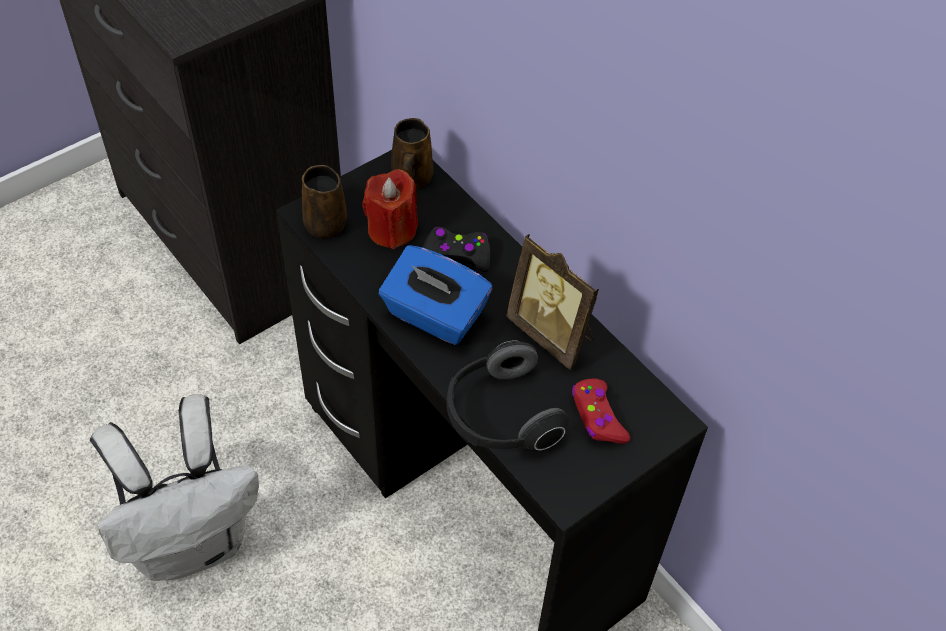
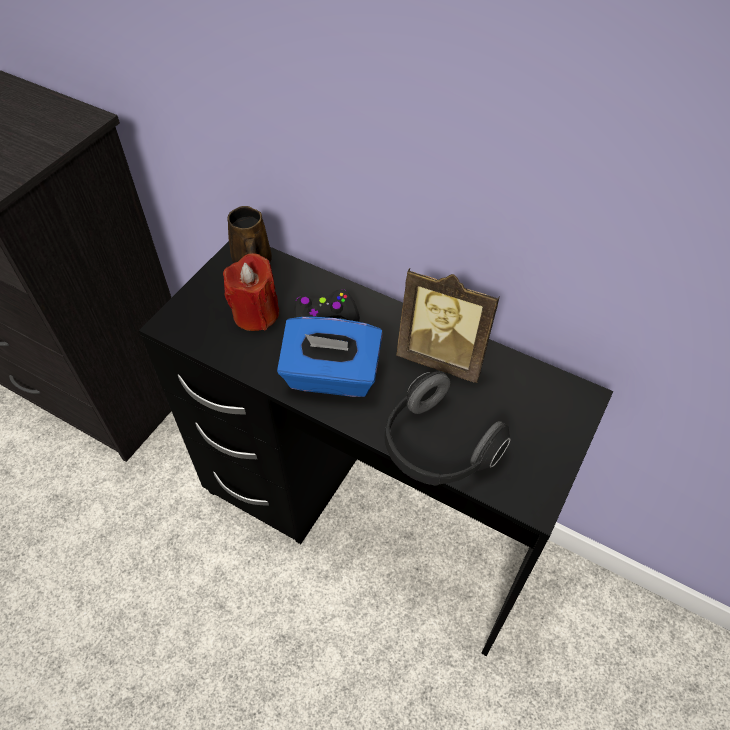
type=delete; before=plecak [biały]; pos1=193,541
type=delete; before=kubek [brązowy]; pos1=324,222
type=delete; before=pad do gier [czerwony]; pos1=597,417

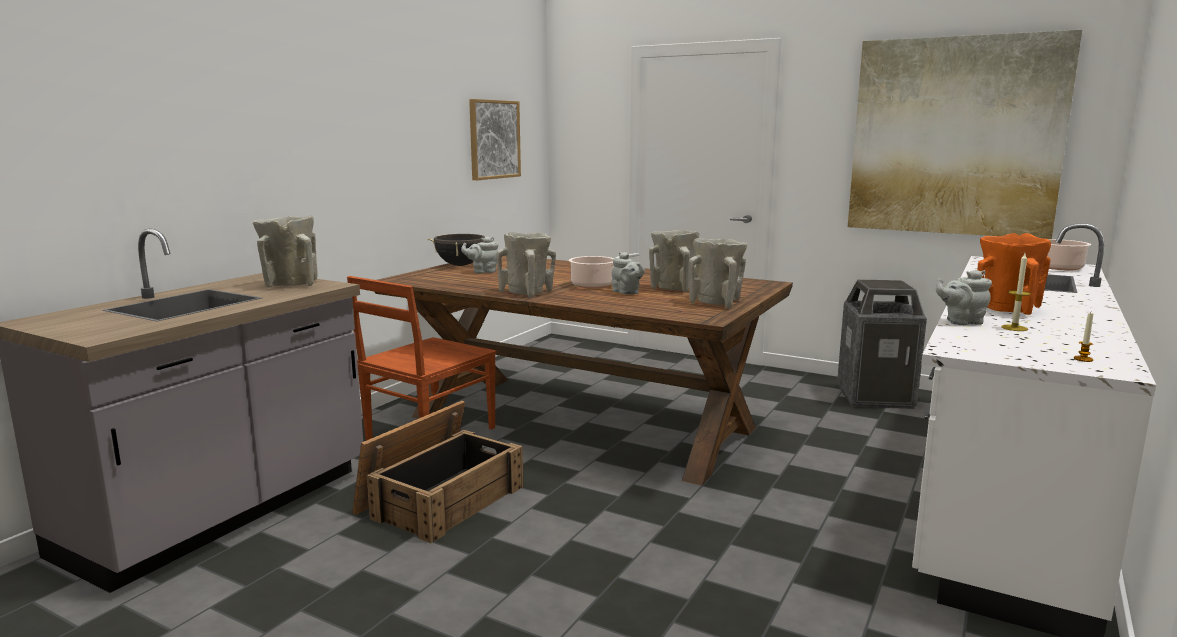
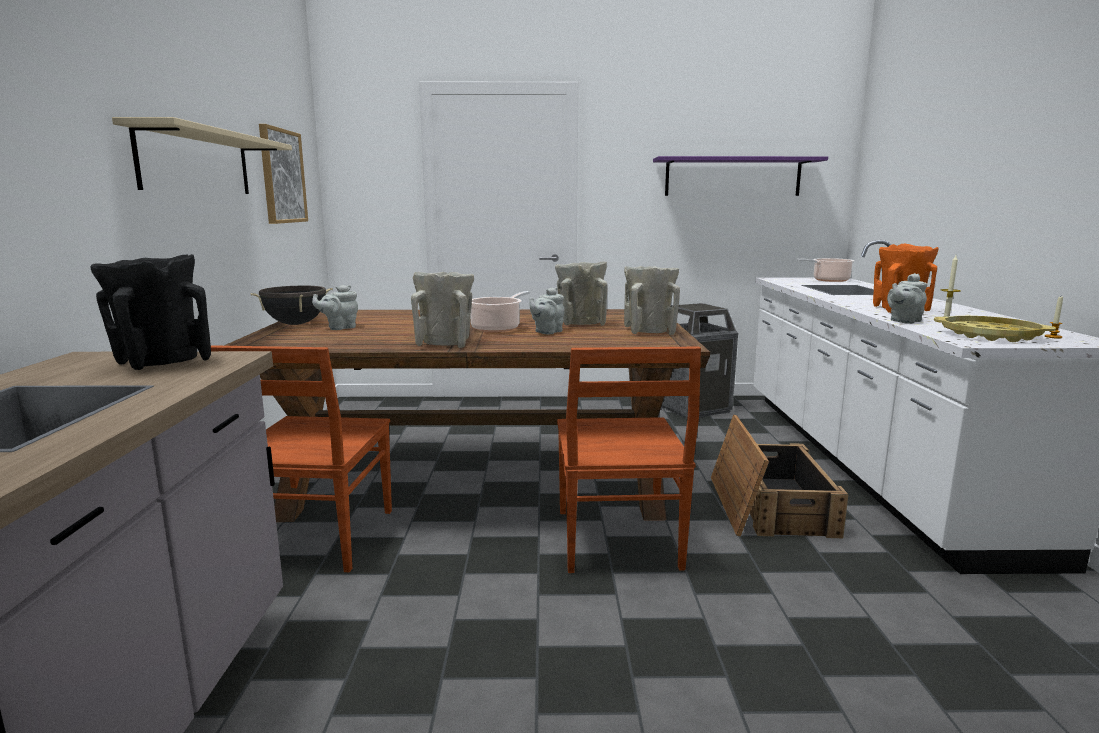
type=recolor; before=wazon [beżowy]; after=wazon [czarny]; pos1=290,284; pos2=161,363
type=insert; after=półka [beżowy]; pos2=197,163
type=rotate; before=imbryk [szary]; pos1=627,292; pos2=547,332; turn=105
type=insert; after=krzesło [brązowy]; pos2=617,540
type=replace; before=obraz; after=półka [fioletowy]; pos1=955,137; pos2=732,177
type=move; before=skrzynka; pos1=440,499; pos2=768,505
type=insert; after=taca [żółty]; pos2=990,335

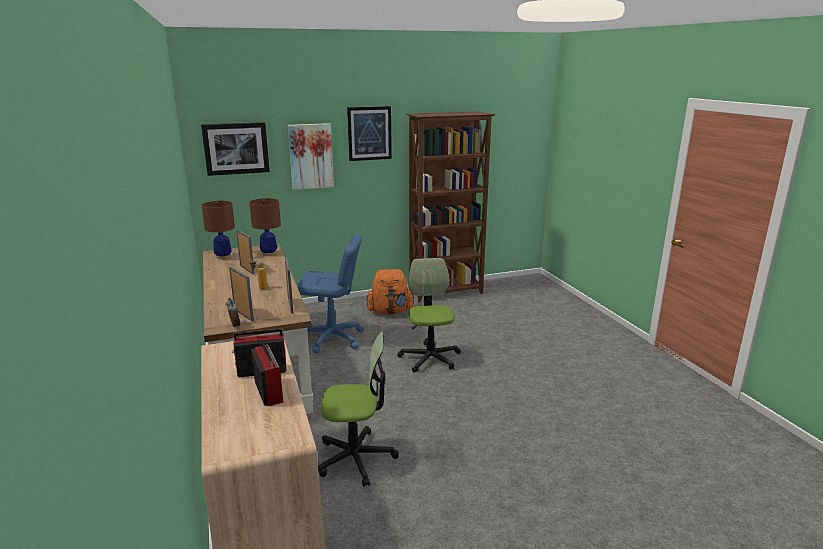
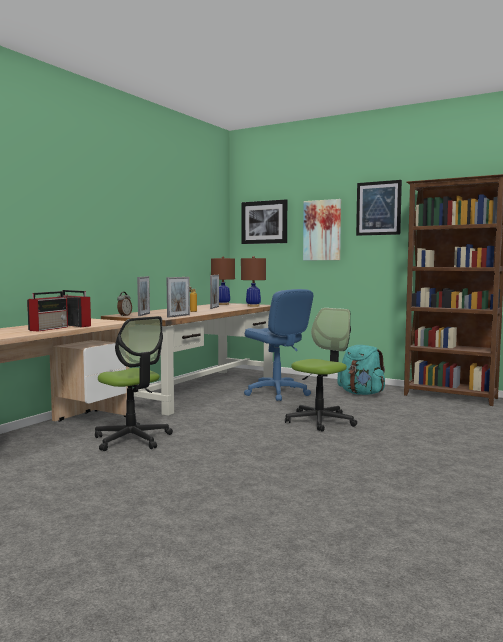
type=recolor; before=plecak [pomarańczowy]; after=plecak [turkusowy]; pos1=390,312; pos2=361,393

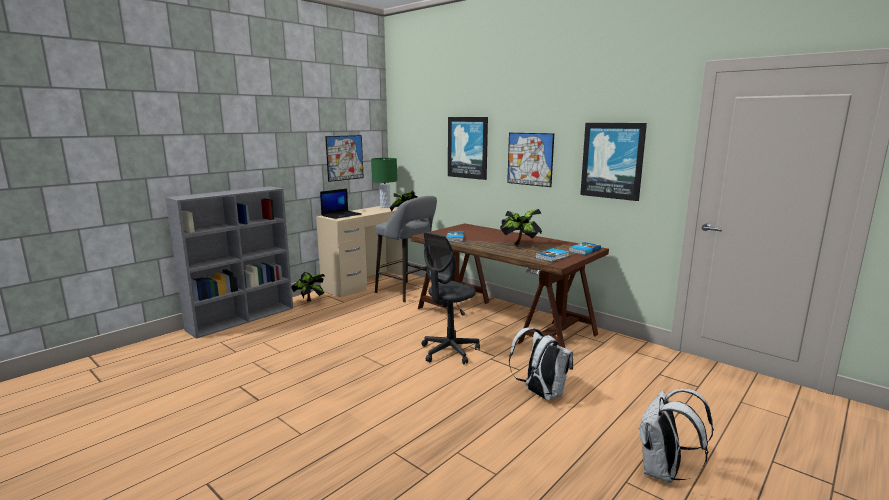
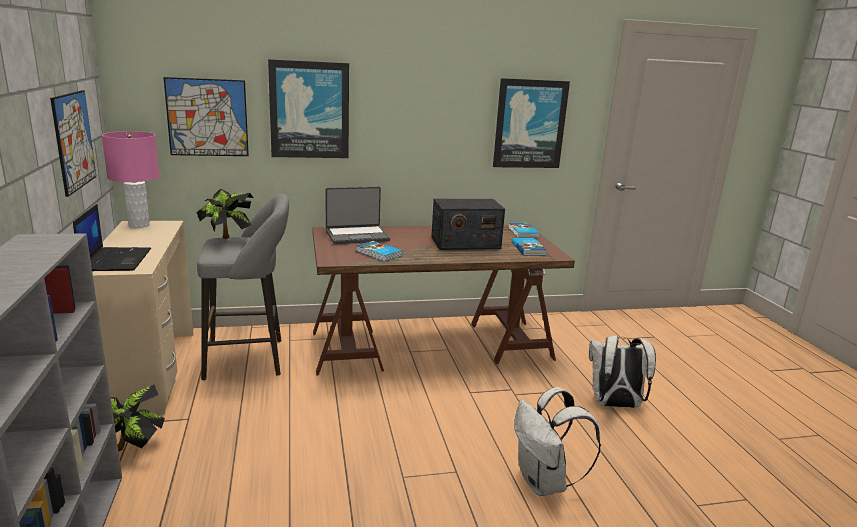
type=recolor; before=lampa stołowa [zielony]; after=lampa stołowa [różowy]; pos1=385,207; pos2=139,225
type=move; before=obraz; pos1=530,159; pos2=207,117
type=insert; after=laptop; pos2=357,236
type=replace; before=roślina doniczkowa; after=radio; pos1=520,245; pos2=465,243
type=move; before=plecak [biały]; pos1=663,472; pos2=545,483
type=delete; before=krzesło biurowe [szary]; pos1=449,351

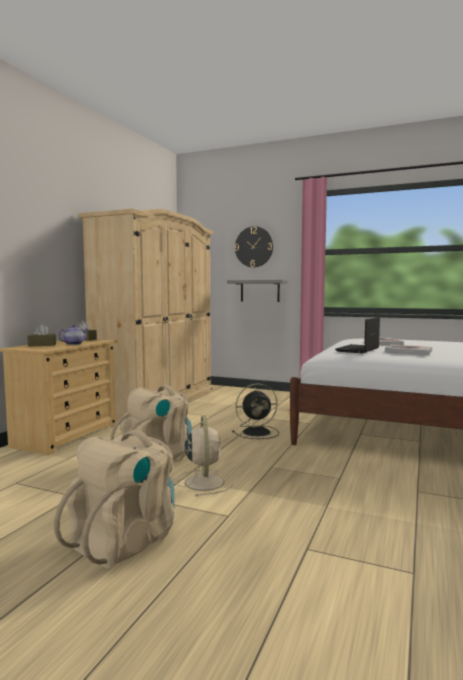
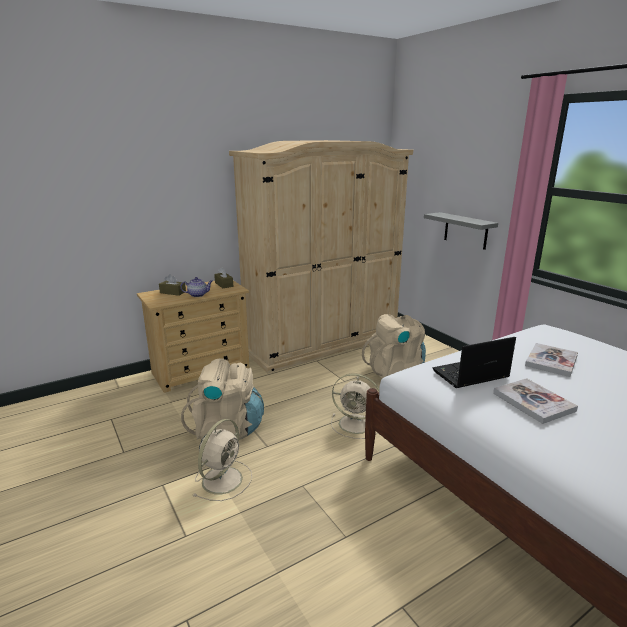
type=recolor; before=wentylator [czarny]; after=wentylator [beżowy]; pos1=257,432; pos2=357,424
type=move; before=plecak [beżowy]; pos1=125,541; pos2=395,369
type=delete; before=zegar ścienny; pos1=254,247

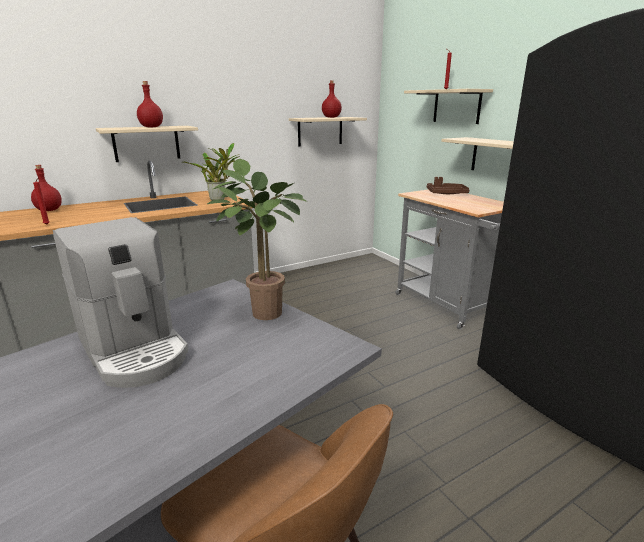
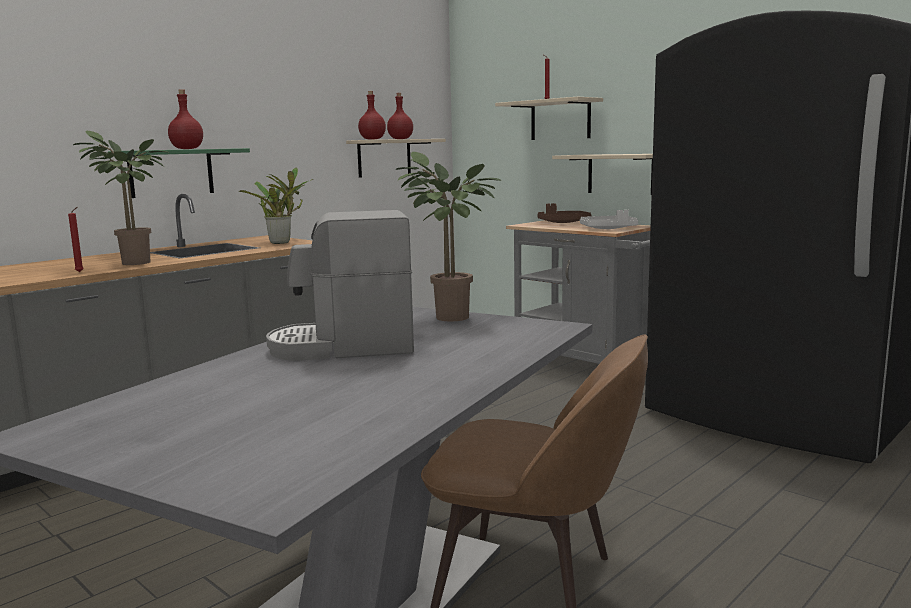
type=insert; after=roślina doniczkowa; pos2=131,263
type=recolor; before=półka [beżowy]; after=półka [zielony]; pos1=146,143; pos2=171,172
type=rotate; before=ekspres do kawy; pos1=134,349; pos2=343,347; turn=135
type=move; before=butelka [czerwony]; pos1=49,210; pos2=372,139
type=insert; after=taca [szary]; pos2=608,229

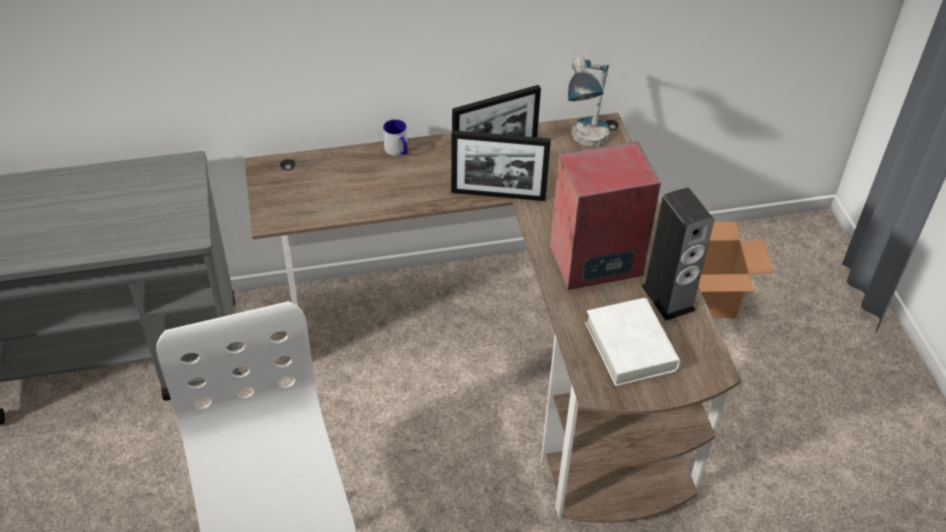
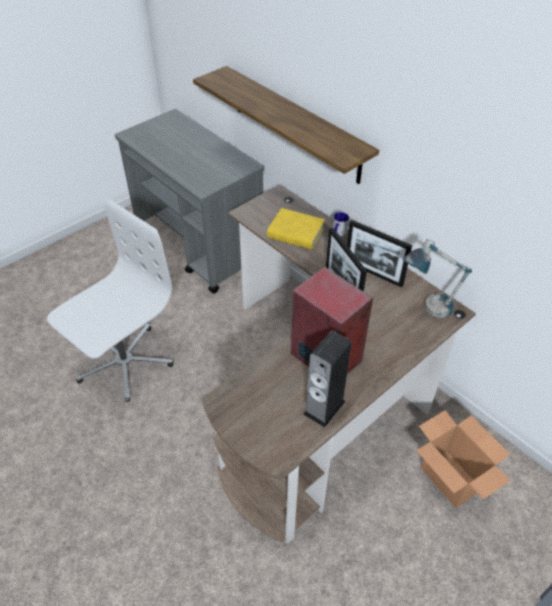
type=insert; after=półka; pos2=295,124
type=insert; after=książka [żółty]; pos2=295,233
type=delete; before=książka [biały]; pos1=630,347

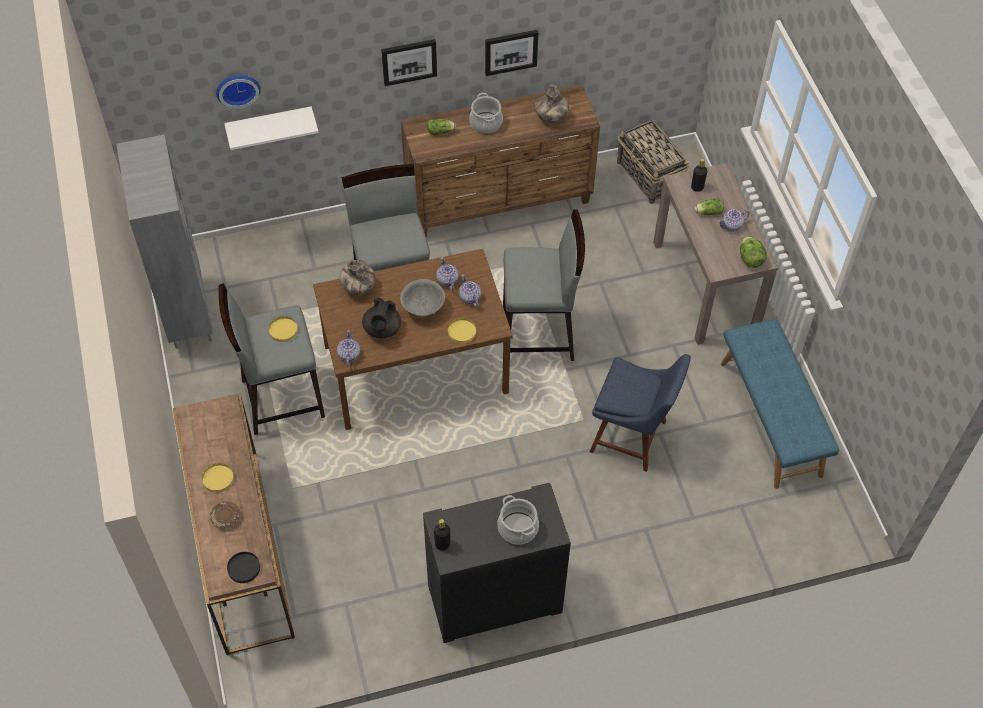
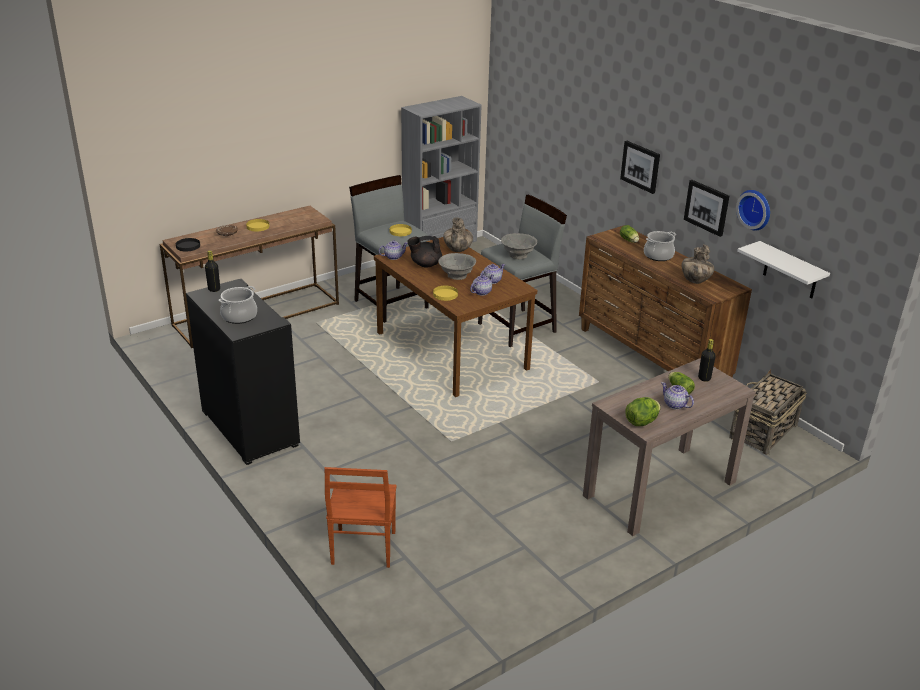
type=insert; after=krzesło [brązowy]; pos2=362,549
type=insert; after=miska [szary]; pos2=518,255
type=move; before=zegar ścienny; pos1=237,88; pos2=755,209
type=move; before=półka [biały]; pos1=270,126; pos2=790,271
type=delete; before=stołek [szary]; pos1=539,335
type=delete; before=krzesło [niebieski]; pos1=632,438
type=delete; before=ławka [niebieski]; pos1=771,418

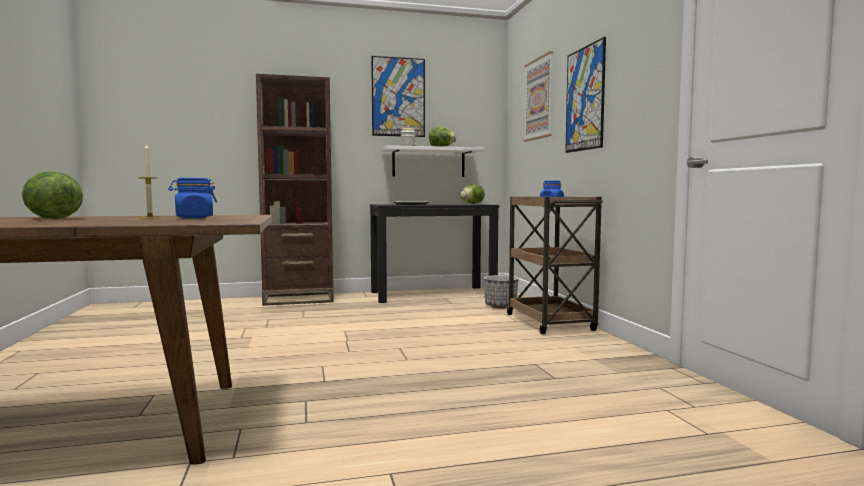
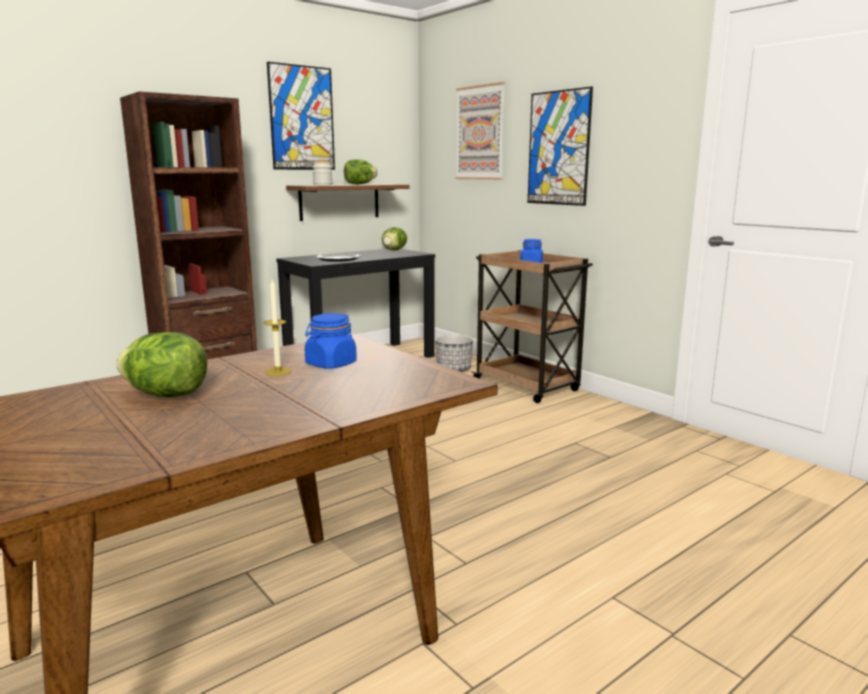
type=recolor; before=półka [biały]; after=półka [brązowy]; pos1=428,162; pos2=339,201

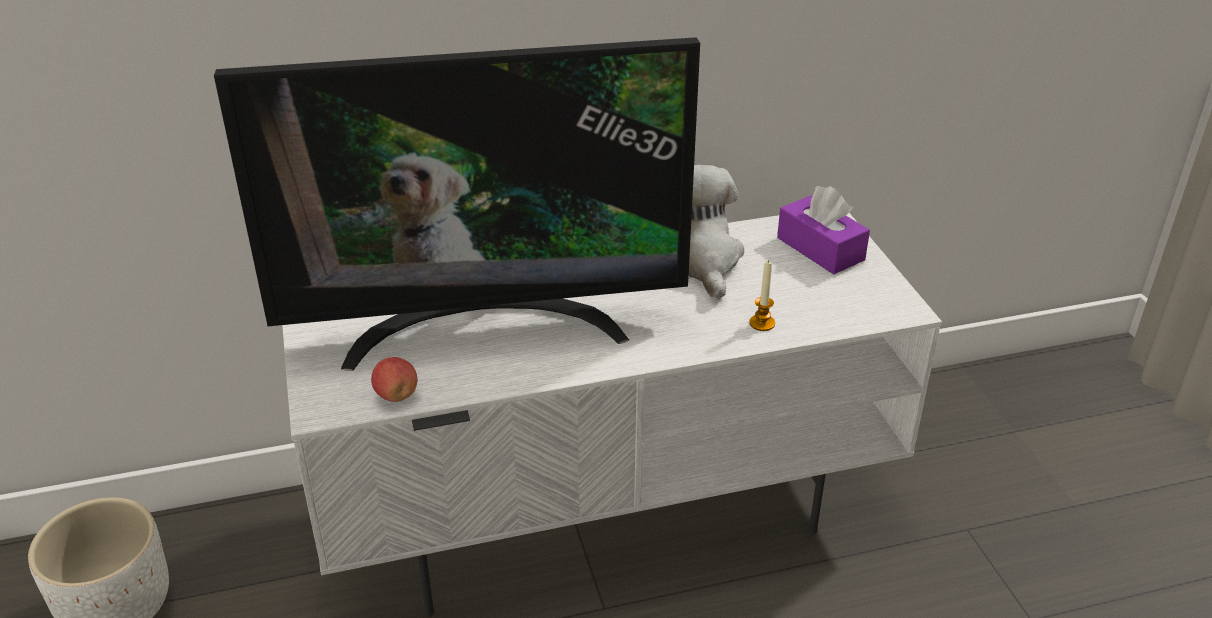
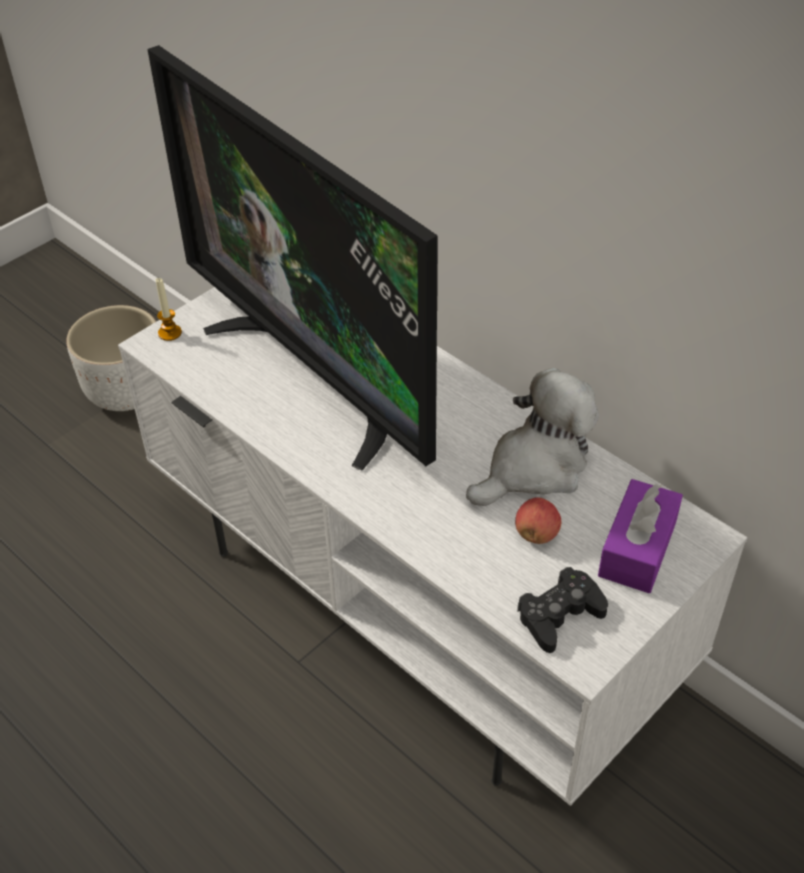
type=move; before=świeca; pos1=762,323; pos2=170,333
type=move; before=jabłko; pos1=396,395; pos2=536,534
type=insert; after=pad do gier [czarny]; pos2=559,615

